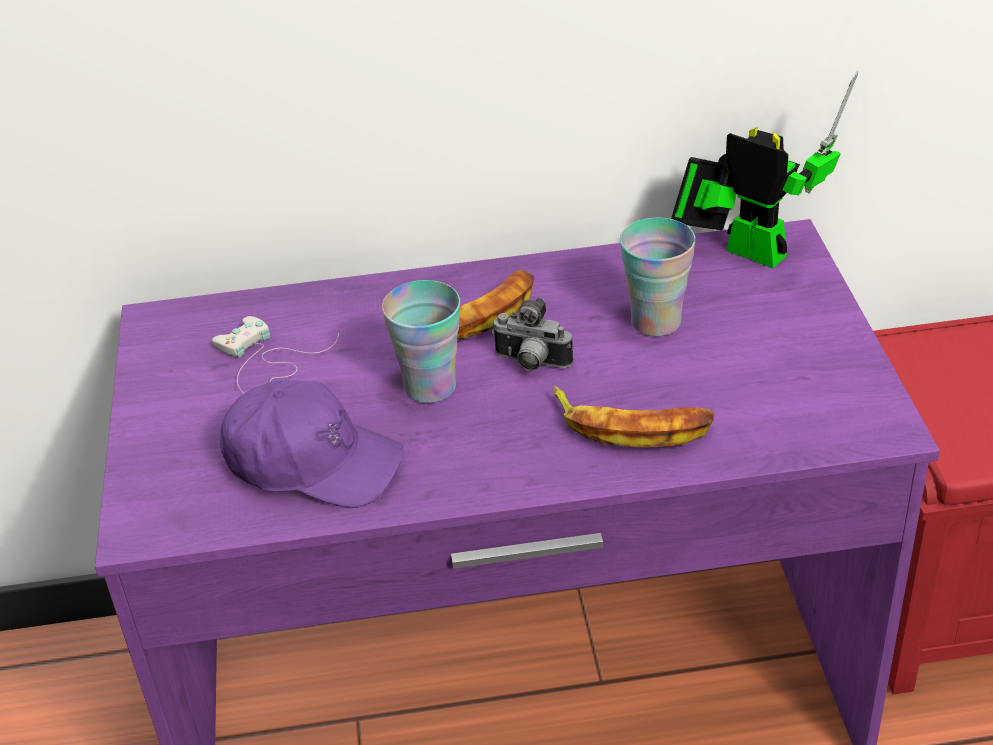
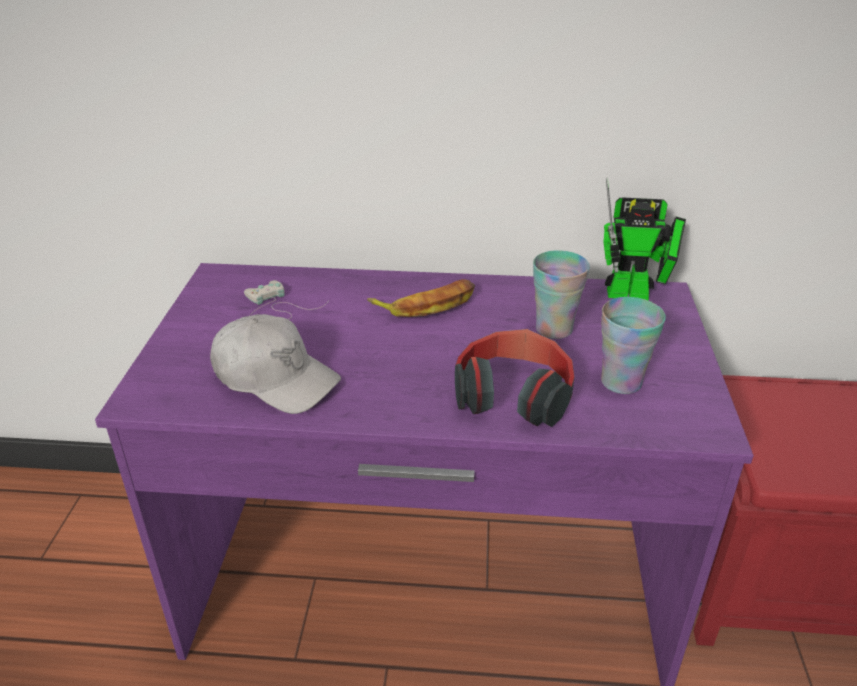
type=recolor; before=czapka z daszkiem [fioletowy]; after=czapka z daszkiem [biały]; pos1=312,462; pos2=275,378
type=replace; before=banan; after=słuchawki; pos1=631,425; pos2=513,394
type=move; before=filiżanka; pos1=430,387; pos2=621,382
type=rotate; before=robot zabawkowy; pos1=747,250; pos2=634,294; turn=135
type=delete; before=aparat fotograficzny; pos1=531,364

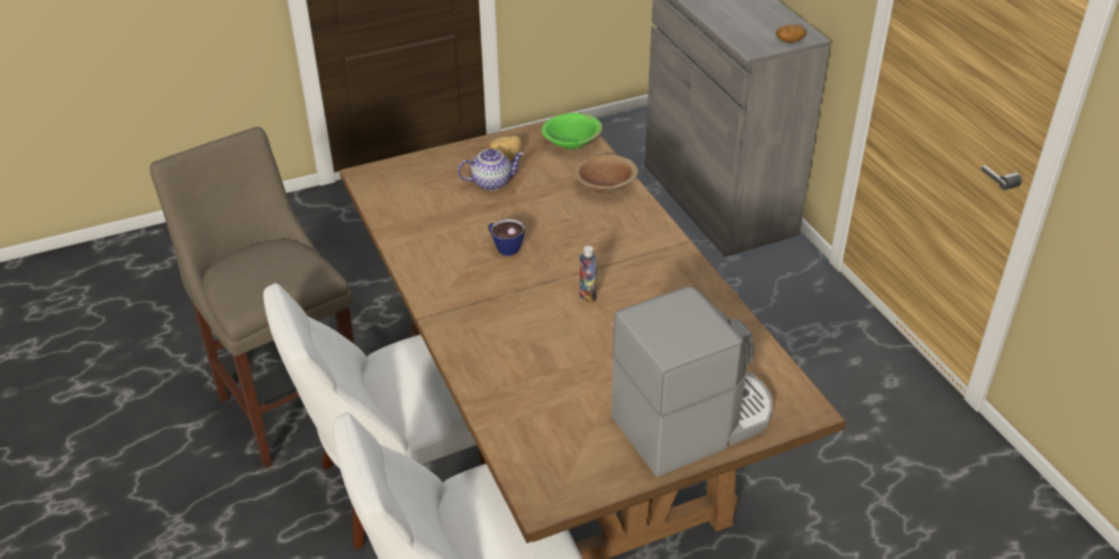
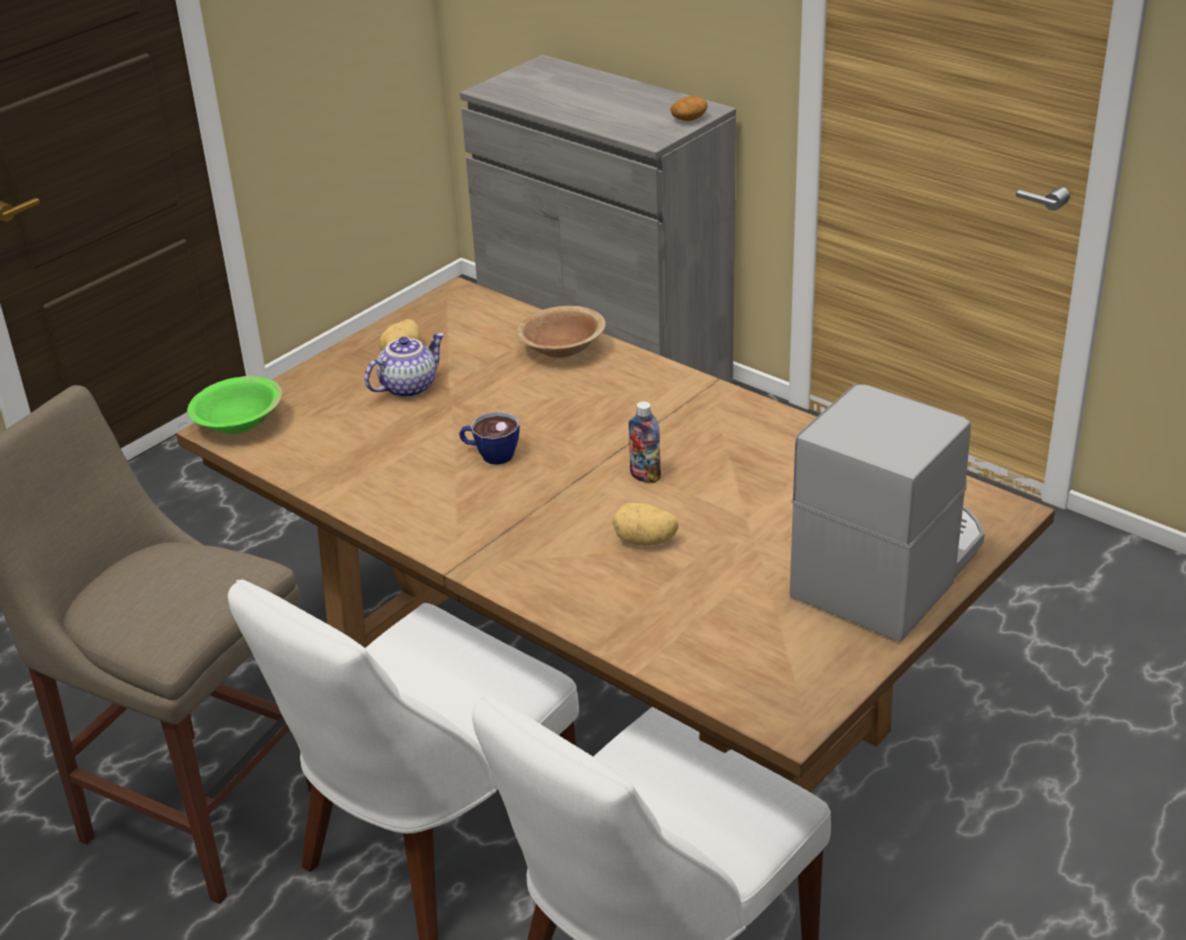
type=move; before=miska [zielony]; pos1=571,143; pos2=239,424
type=insert; after=ziemniak; pos2=645,541

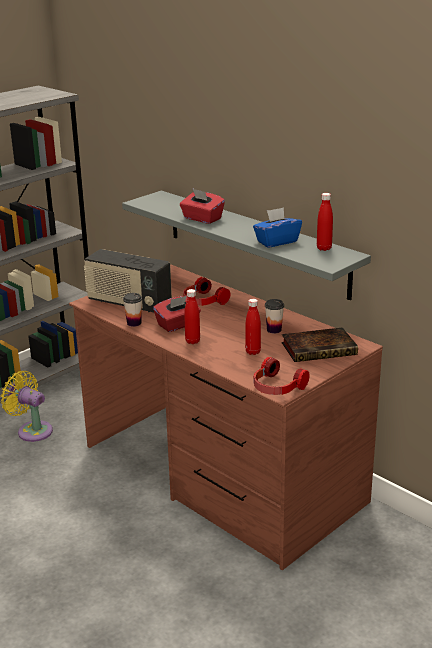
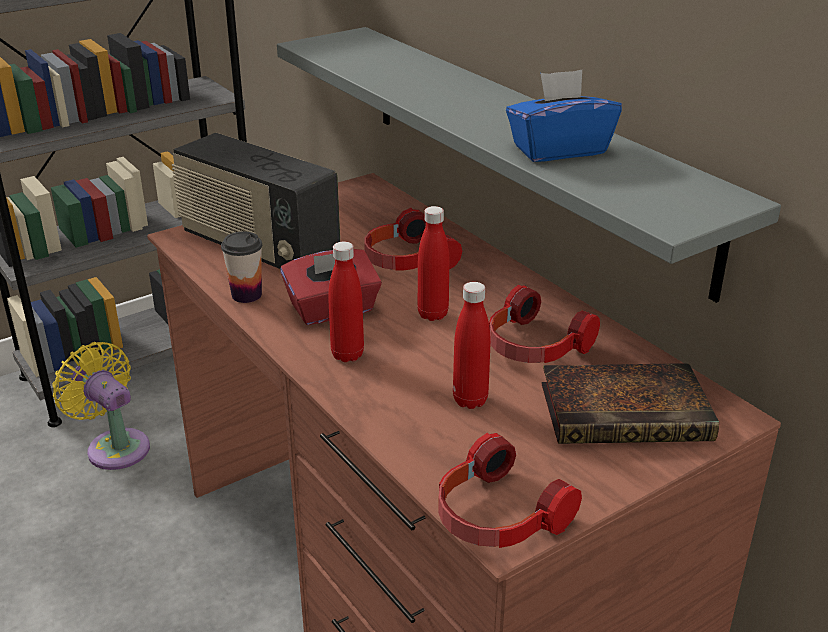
type=move; before=butelka [czerwony]; pos1=324,248; pos2=433,314
type=replace; before=filiżanka; after=słuchawki; pos1=274,330; pos2=534,347
type=delete; before=pudełko chusteczek [czerwony]; pos1=202,219

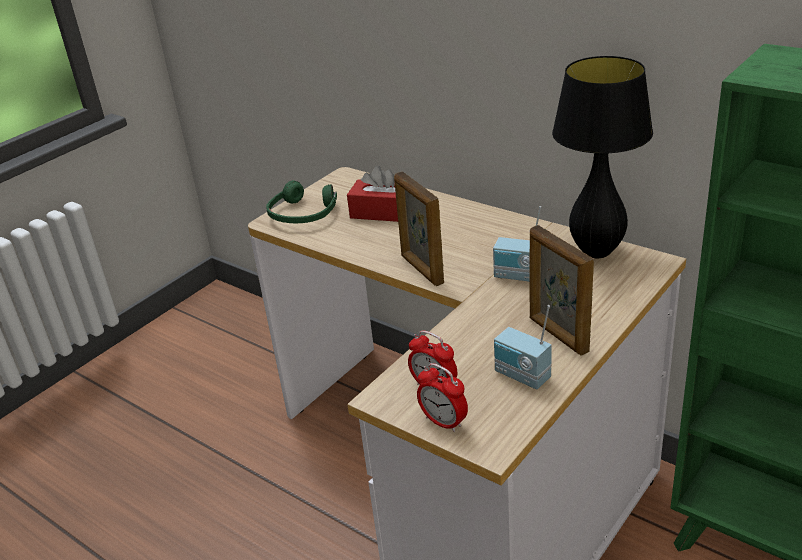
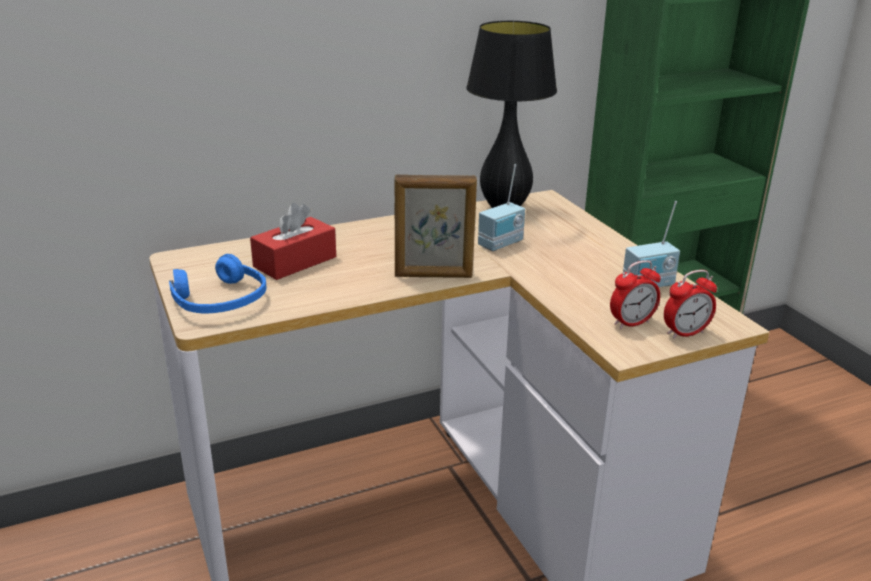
type=recolor; before=słuchawki [zielony]; after=słuchawki [niebieski]; pos1=303,214; pos2=219,300
type=delete; before=ramka na zdjęcie; pos1=557,335

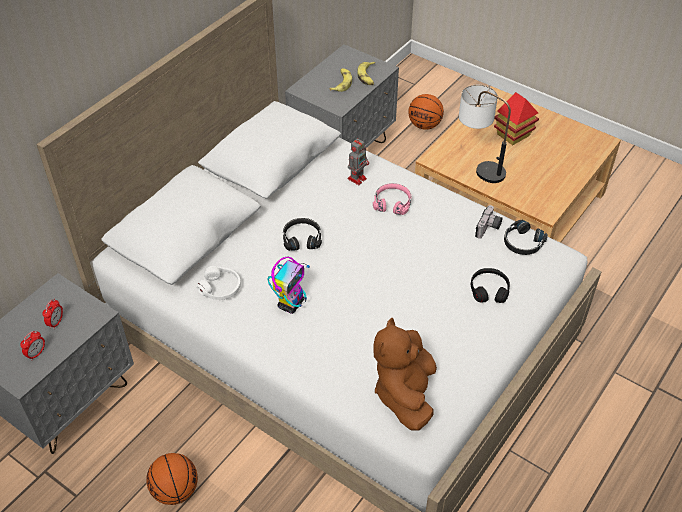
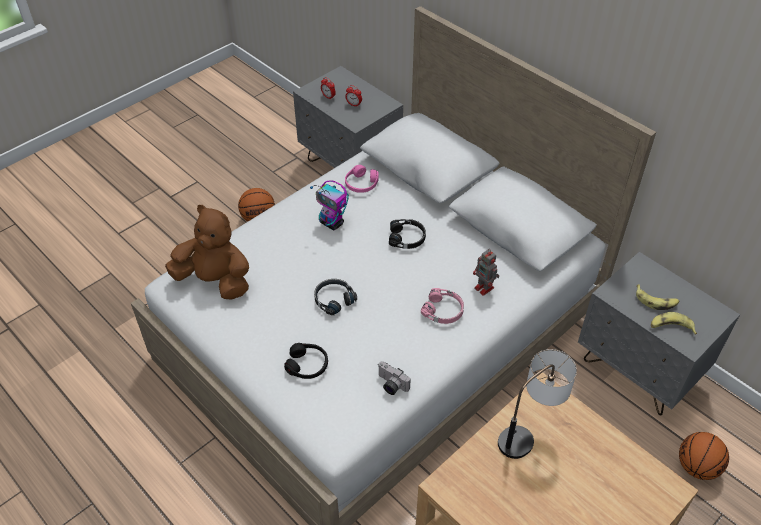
type=move; before=słuchawki [czarny]; pos1=522,243; pos2=333,299
type=recolor; before=słuchawki [biały]; after=słuchawki [różowy]; pos1=220,288; pos2=361,184
type=delete; before=domek; pos1=513,135

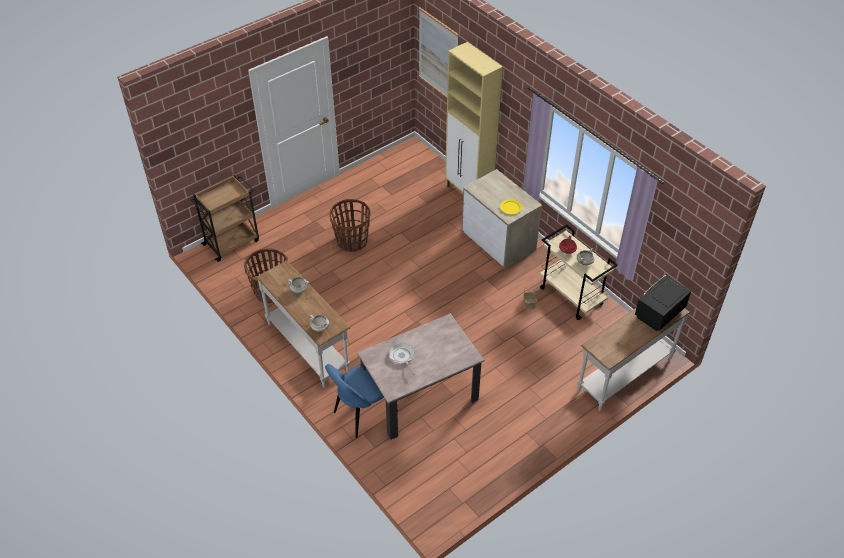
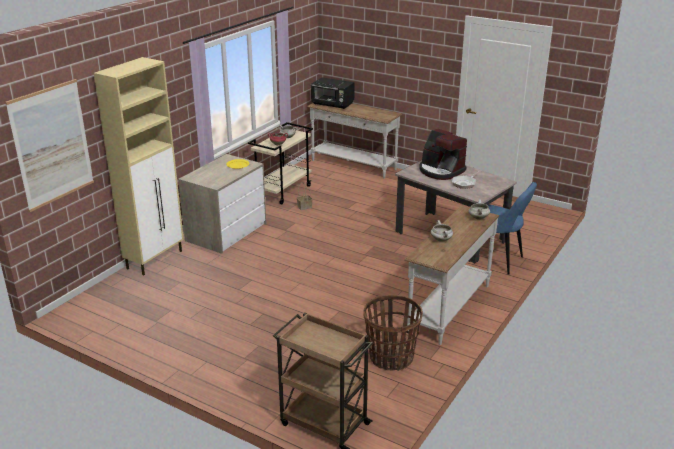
type=insert; after=ekspres do kawy; pos2=440,171
type=delete; before=koszyk; pos1=352,241

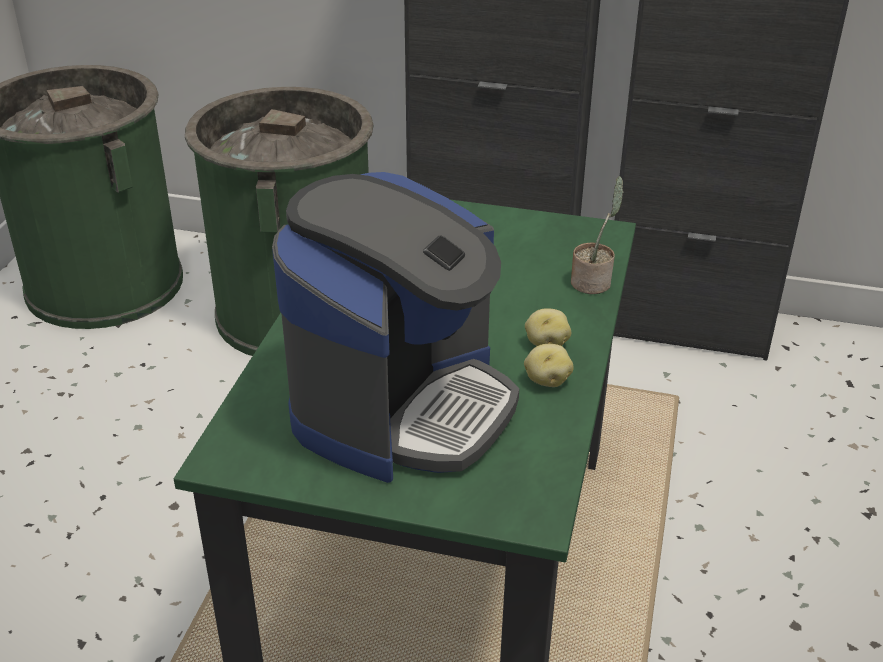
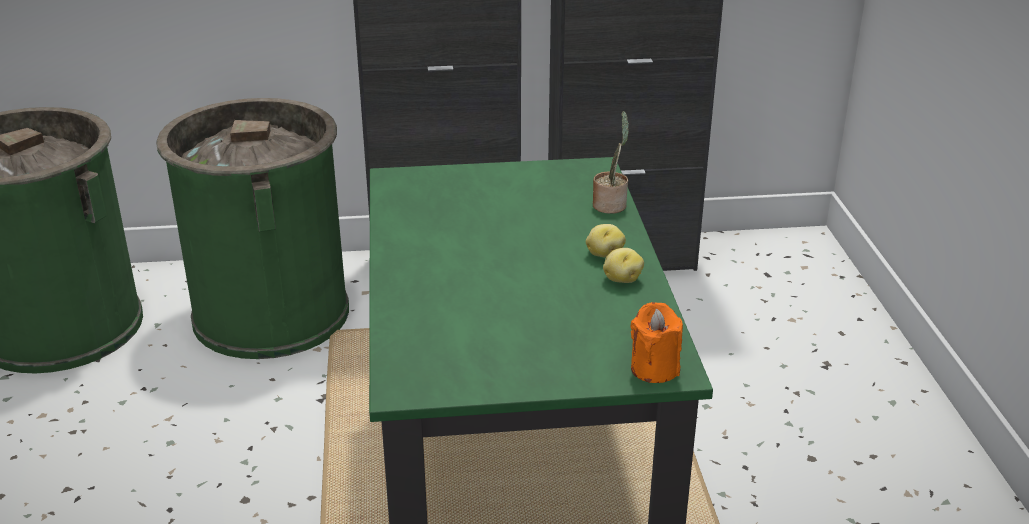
type=insert; after=świeca [pomarańczowy]; pos2=654,369
type=delete; before=ekspres do kawy; pos1=402,407

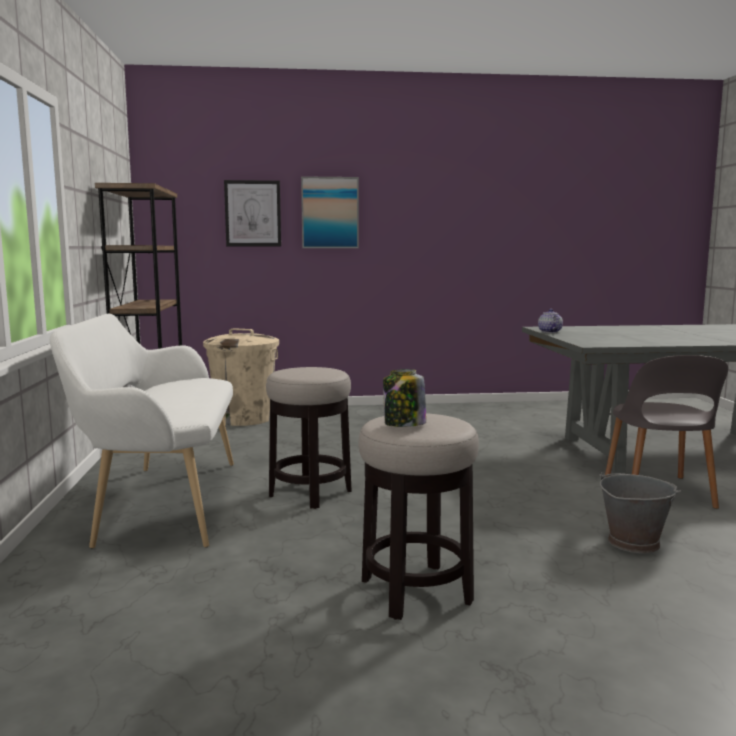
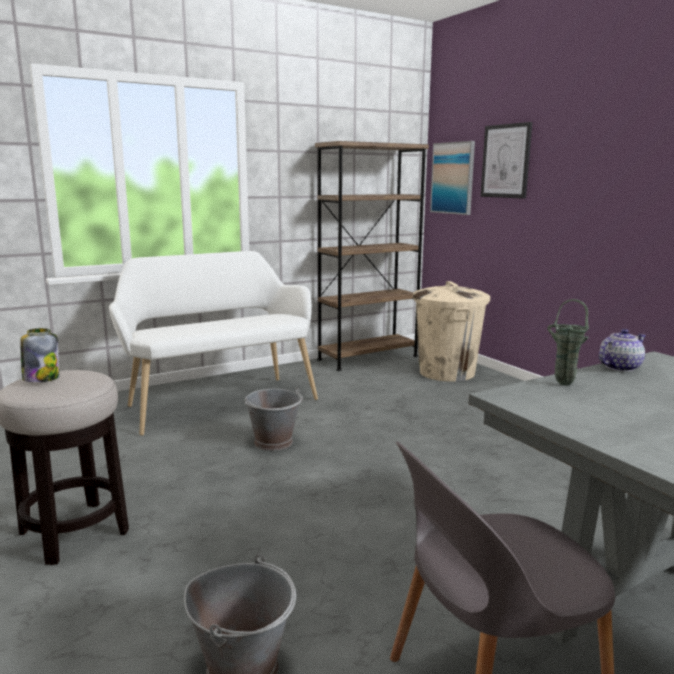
type=replace; before=stołek; after=wiadro [szary]; pos1=310,493; pos2=274,442
type=move; before=obraz; pos1=330,213; pos2=453,178
type=insert; after=wazon [zielony]; pos2=561,384

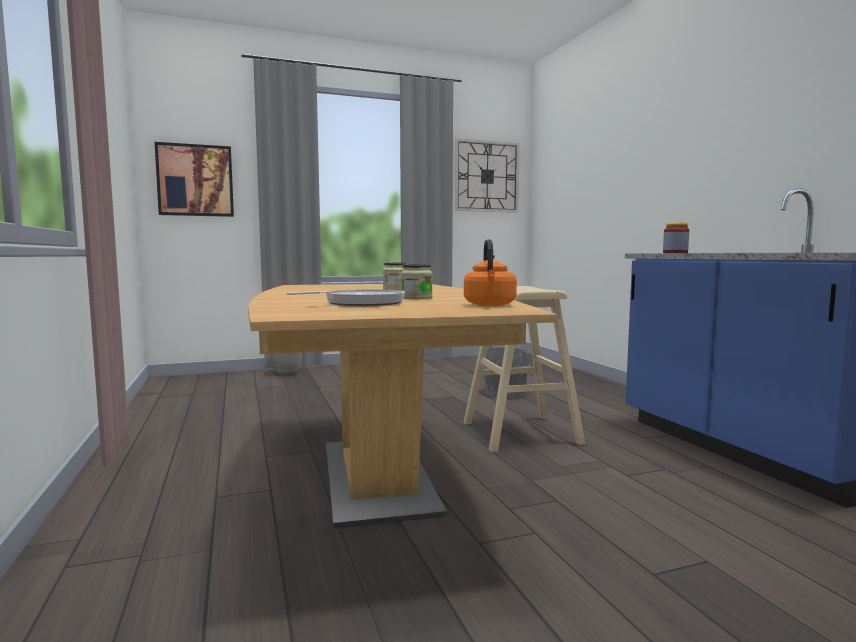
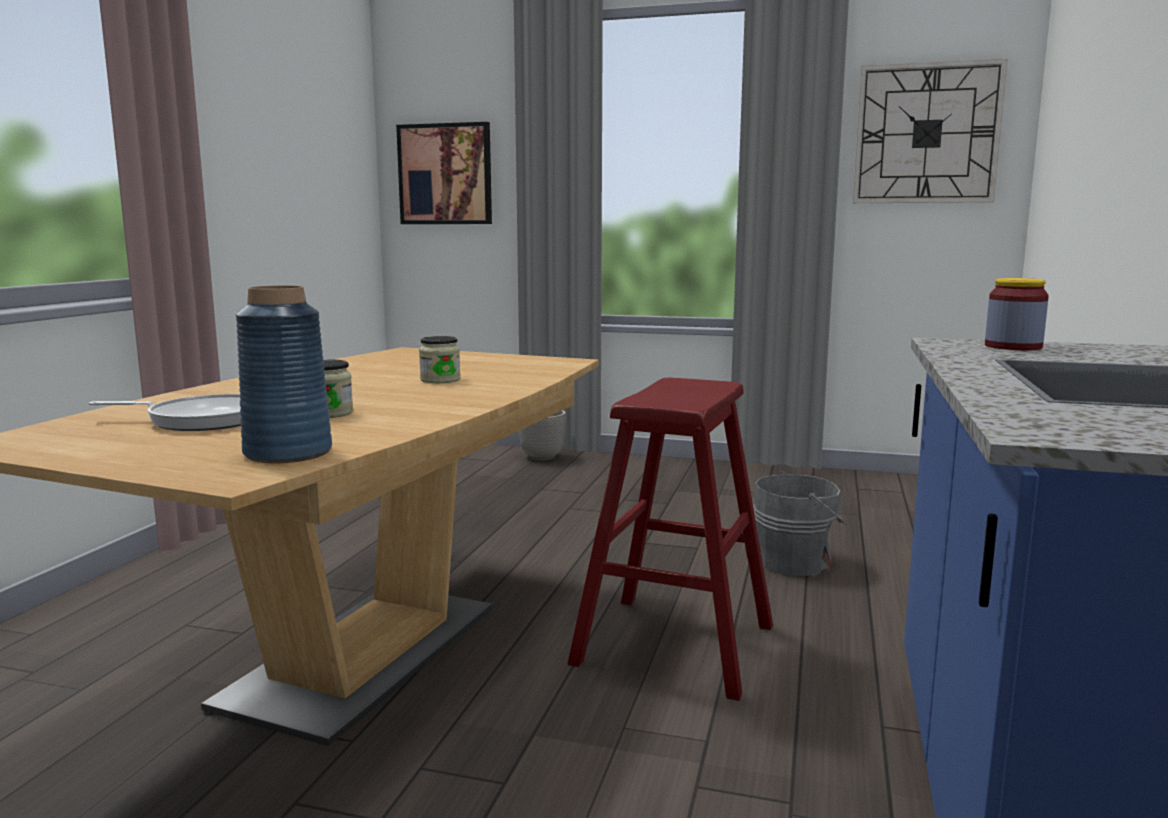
type=replace; before=czajnik [pomarańczowy]; after=wazon [niebieski]; pos1=490,305; pos2=288,453
type=recolor; before=stołek [beżowy]; after=stołek [czerwony]; pos1=520,433; pos2=674,644

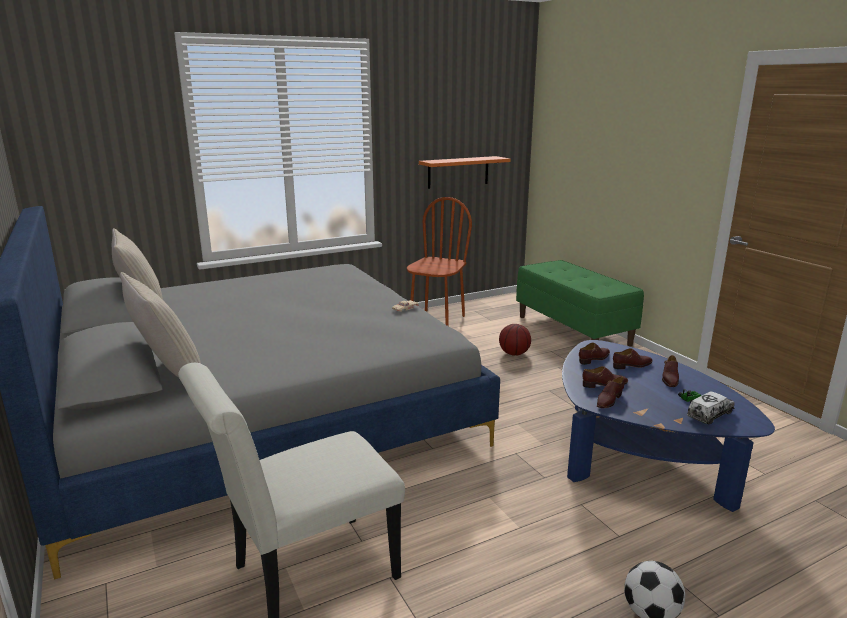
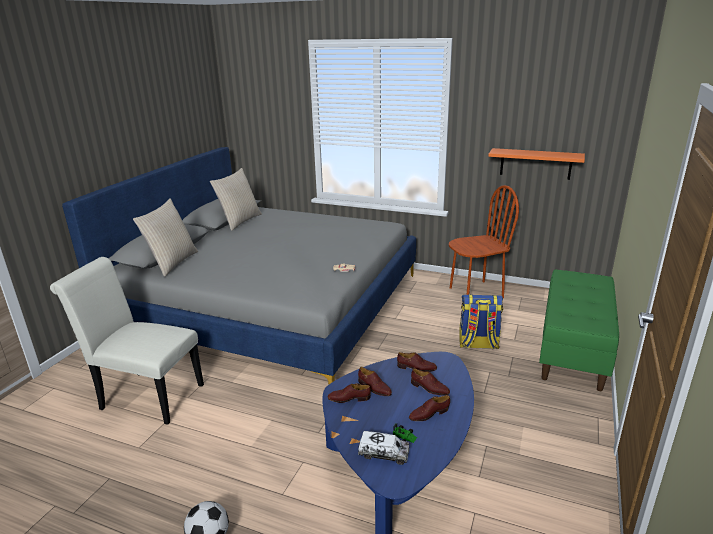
type=replace; before=piłka do koszykówki; after=plecak; pos1=514,354; pos2=478,344

